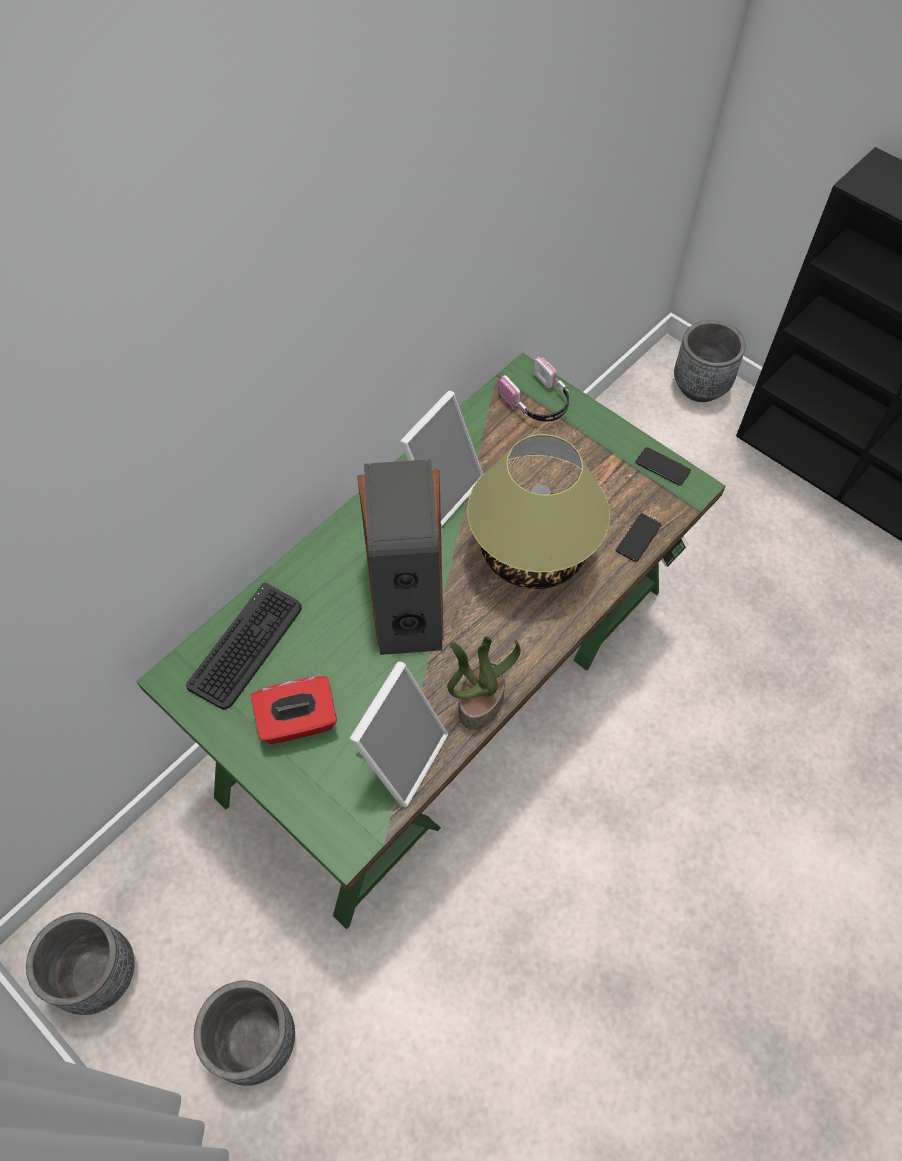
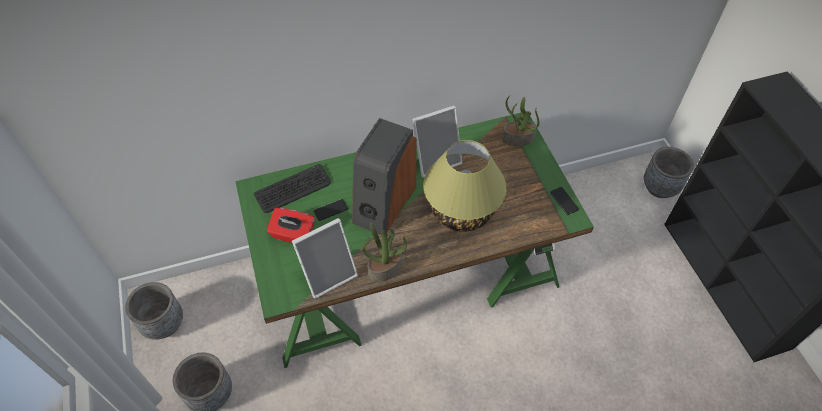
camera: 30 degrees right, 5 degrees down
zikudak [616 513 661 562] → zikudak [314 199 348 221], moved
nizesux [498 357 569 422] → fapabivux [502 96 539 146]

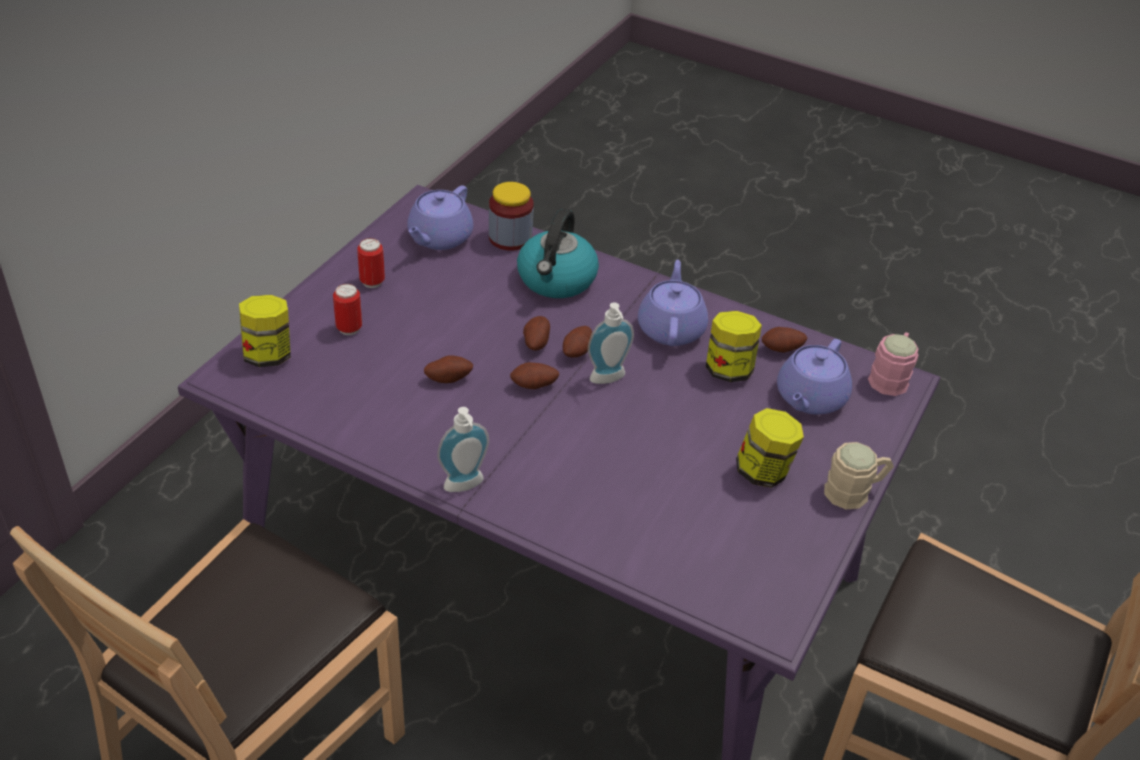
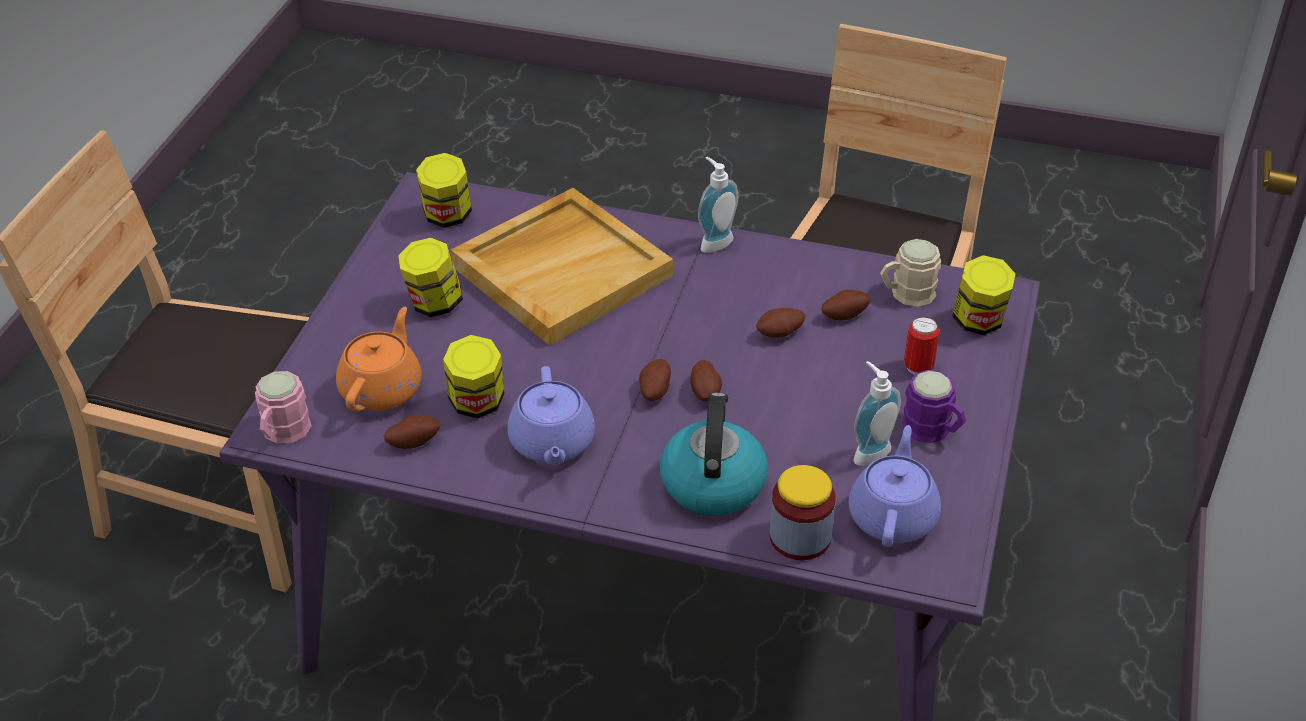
camera: 170 degrees right, 0 degrees up
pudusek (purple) [777 339 852 414] → pudusek (orange) [336 307 422 412]
- → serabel [416 153 472 228]
- → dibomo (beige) [450 188 673 346]
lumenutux [510 362 559 389] → lumenutux [821 290 871 321], moved
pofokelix [588 302 634 384] → pofokelix [853 361 901 466], moved
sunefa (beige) [824 442 894 509] → sunefa (beige) [880 239 941 307], moved
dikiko [357 238 385 288] → sunefa (purple) [902 370 966 443]

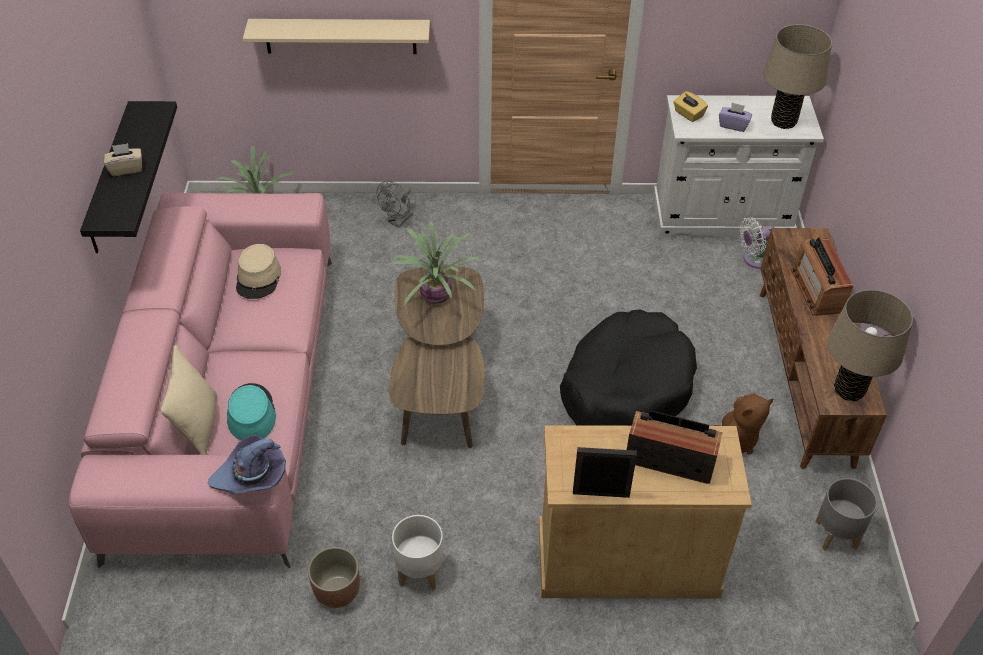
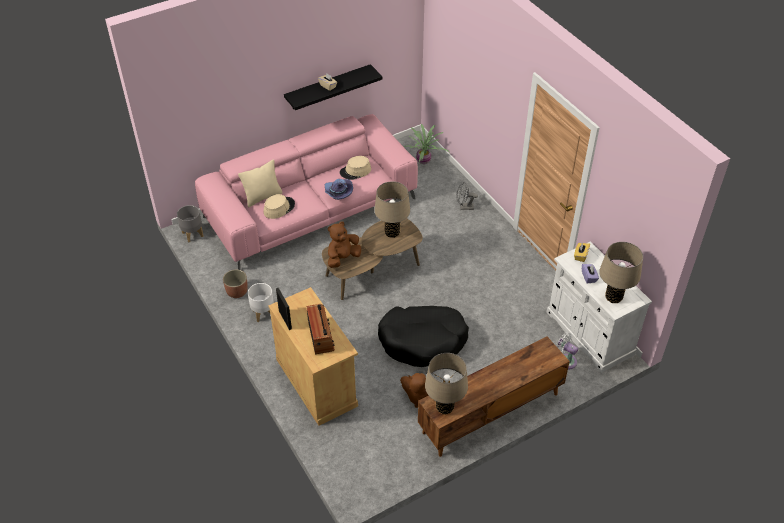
camera: 60 degrees right, 0 degrees up
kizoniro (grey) [815 478 877 550] → kizoniro (grey) [177 205 203 242], moved
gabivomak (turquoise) [227 383 276 441] → gabivomak (beige) [264 194 295 219]
gabivomak (purple) [208 435 286 494] → gabivomak (purple) [325 179 353 200], moved
- → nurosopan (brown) [328 221 361 268]
fapabivux [392 221 482 305] → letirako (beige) [374 181 410 238]
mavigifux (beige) [243 19 430 54] → -
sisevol [791 238 853 316] → -

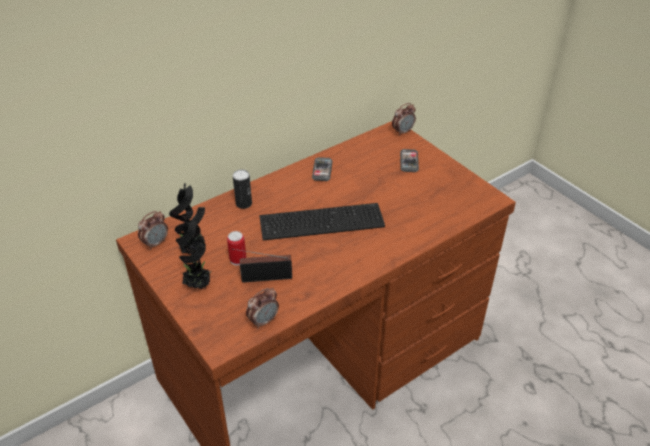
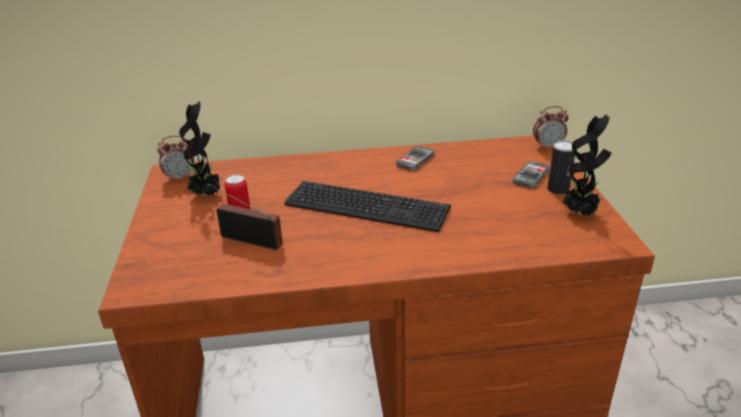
camera: 30 degrees right, 10 degrees down
dikiko [233 169 252 209] → dikiko [547 141 575 195], moved
fapabivux [176 217 212 289] → fapabivux [562 115 612 216], moved
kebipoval [246 288 279 329] → -

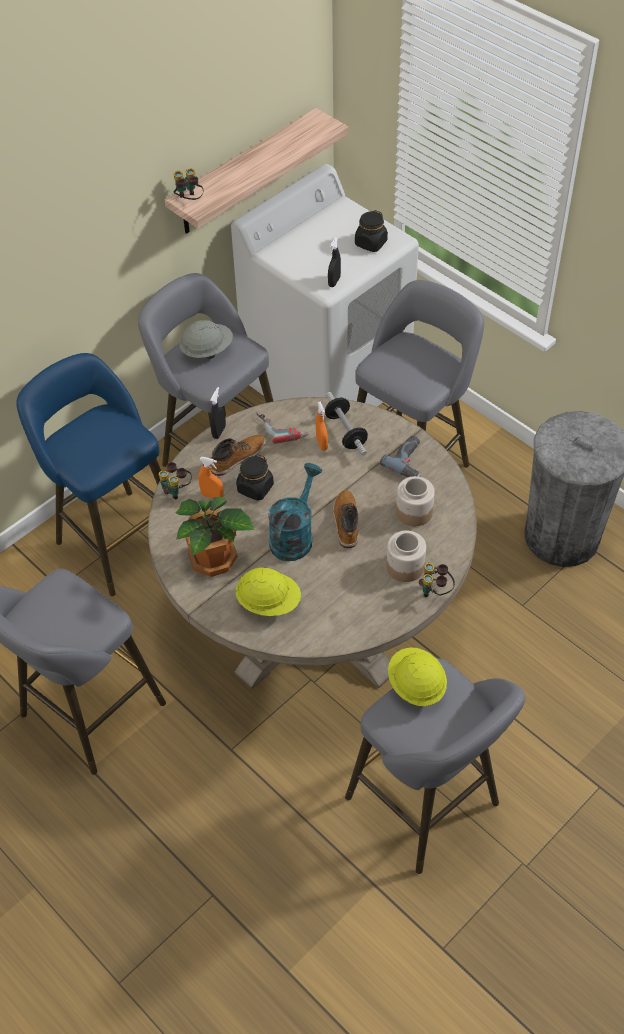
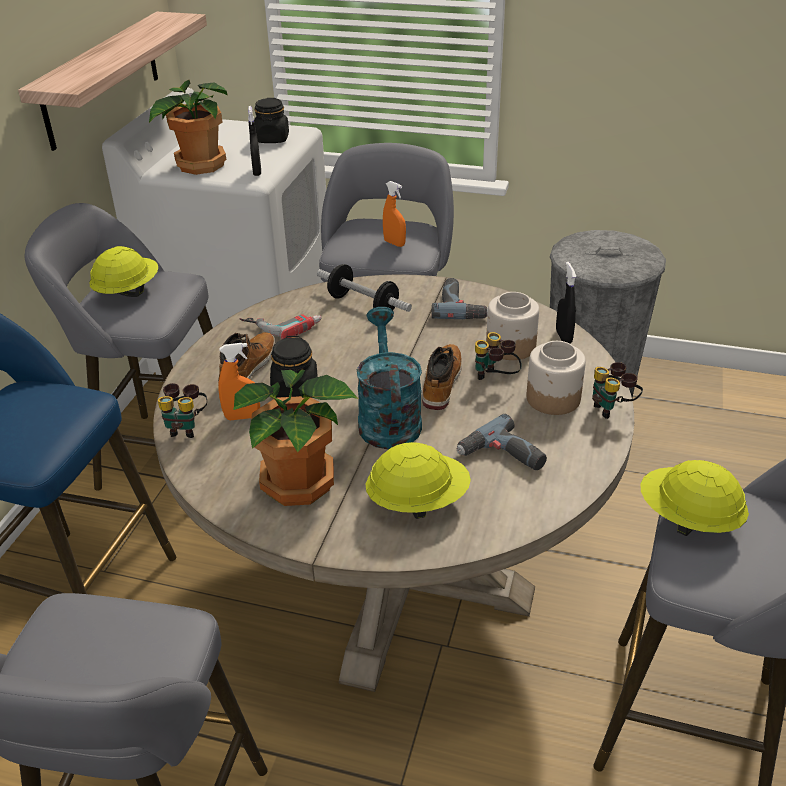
camera: 30 degrees left, 15 degrees down
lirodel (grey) [179 320 233 359] → lirodel (yellow) [89 246 158 297]
- → fapabivux [149 80 228 175]
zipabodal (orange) [316 401 328 451] → zipabodal (orange) [383 181 406 247], moved
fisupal [333 490 358 548] → fisupal [422 344 462 410], 45 degrees clockwise
- → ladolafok [457 414 547 470]
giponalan [173 168 204 200] → giponalan [475 332 522 380], moved
zipabodal (black) [210 387 226 439] → zipabodal (black) [556 262 576 343], moved

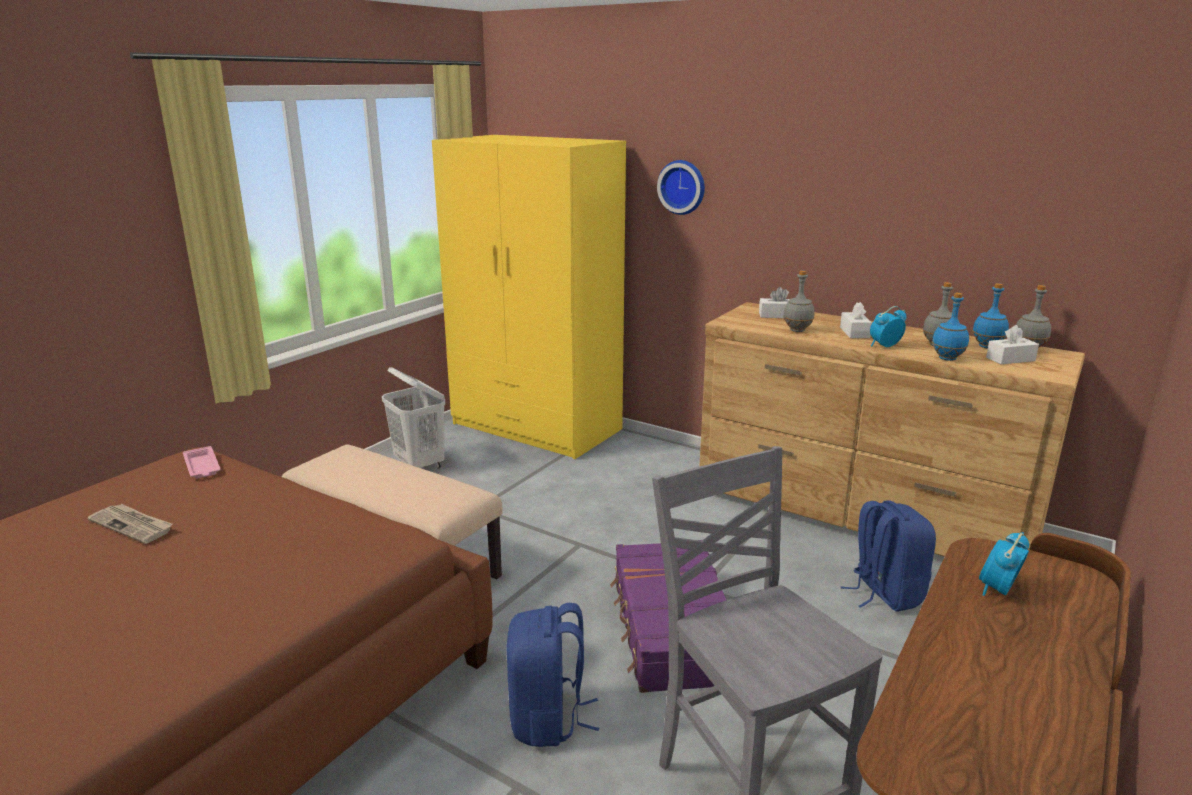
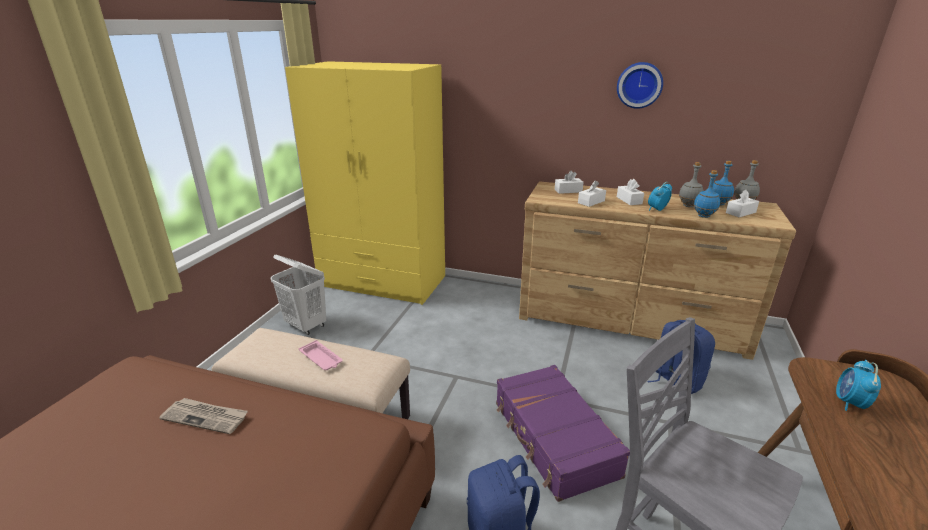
camera: 15 degrees left, 5 degrees up
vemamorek [88 504 172 544] → vemamorek [159 398 248 434], moved
dibomo (pink) [183 446 221 479] → dibomo (pink) [299 340 343 370], moved
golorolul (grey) [783 271 815 332] → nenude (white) [578 180 606 207]
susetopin [657 160 705 215] → susetopin [617 62 663 109], moved

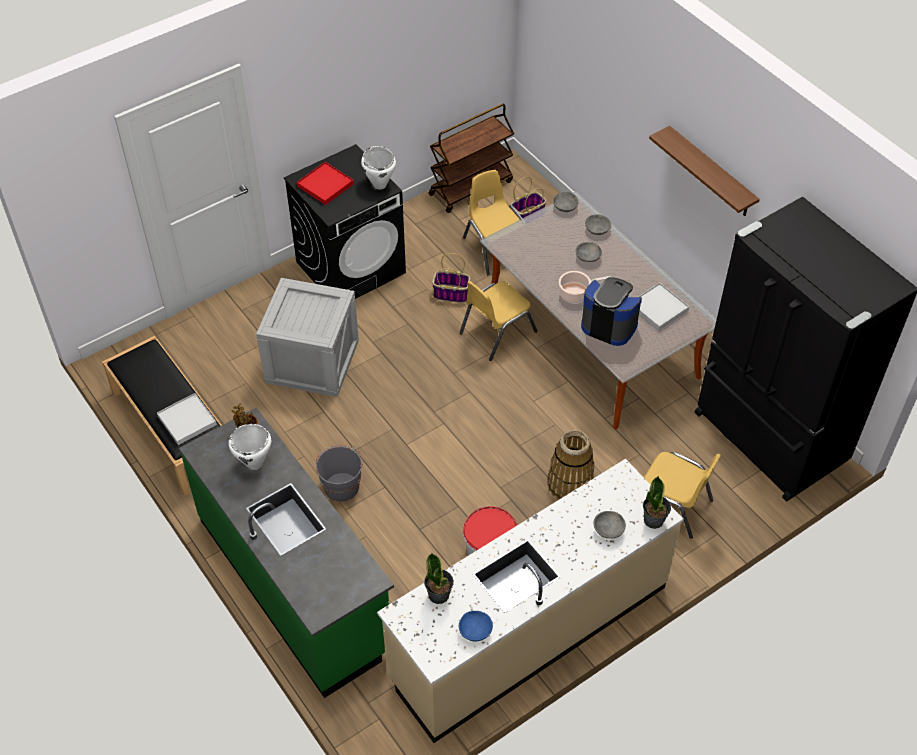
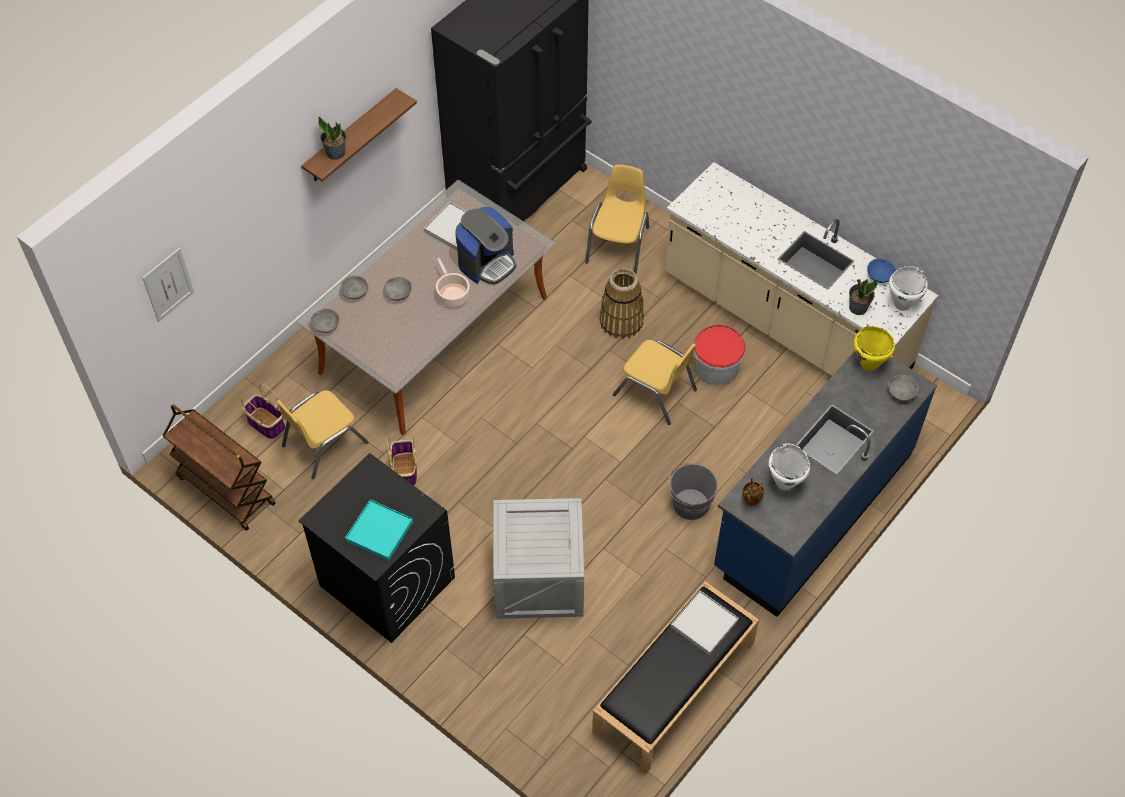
camera: 105 degrees left, 5 degrees up
- → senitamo [142 248 194 322]
fapabivux [643 476 671 529] → fapabivux [318 116 346 160], moved
dibomo (red) [297 162 354 205] → dibomo (turquoise) [345 499 413 561]
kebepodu [581 277 642 346] → kebepodu [455 207 516 285], 150 degrees counterclockwise
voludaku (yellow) [459 281 538 361] → voludaku (yellow) [613 340 697 425], moved
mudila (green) [179 408 394 698] → mudila (blue) [714 351 937 617]
- → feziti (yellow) [854 326 895 371]
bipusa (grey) [594 511 626 539] → bipusa (grey) [888 375 919 401], moved
feziti (white) [361 146 396 189] → feziti (white) [889 266 928 311], moved

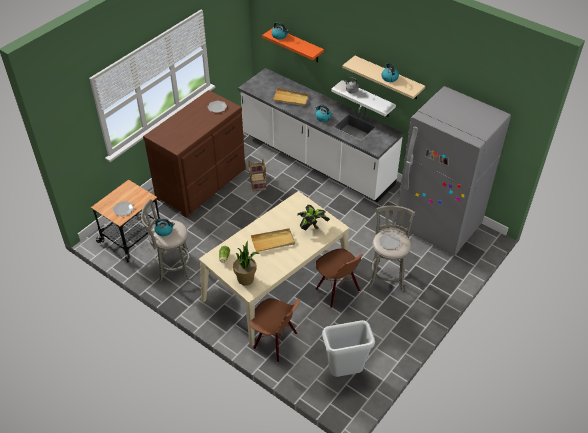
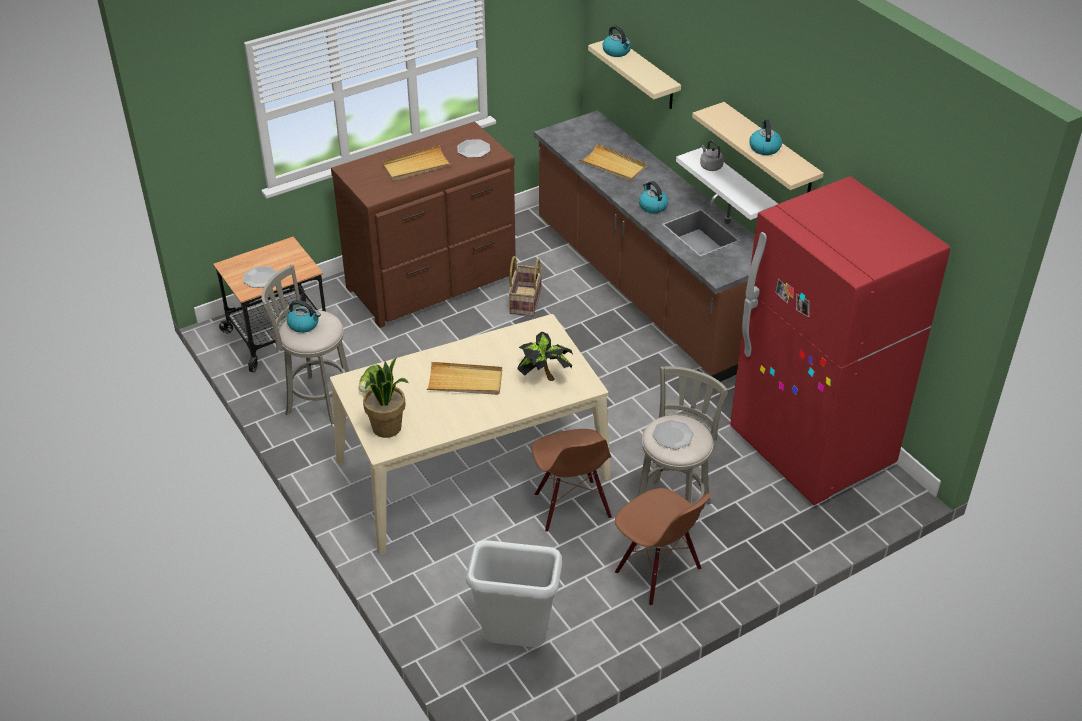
camera: 20 degrees right, 5 degrees down
- → dibomo (beige) [382 145 452 181]
mudila (white) [238 68 404 203] → mudila (brown) [534 110 755 382]
mavigifux (orange) [262 27 324 62] → mavigifux (beige) [588 40 681 109]
voludaku (brown) [249 298 300 362] → voludaku (brown) [615 488 711 606], moved
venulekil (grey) [395 86 511 256] → venulekil (red) [730 176 950 505]

